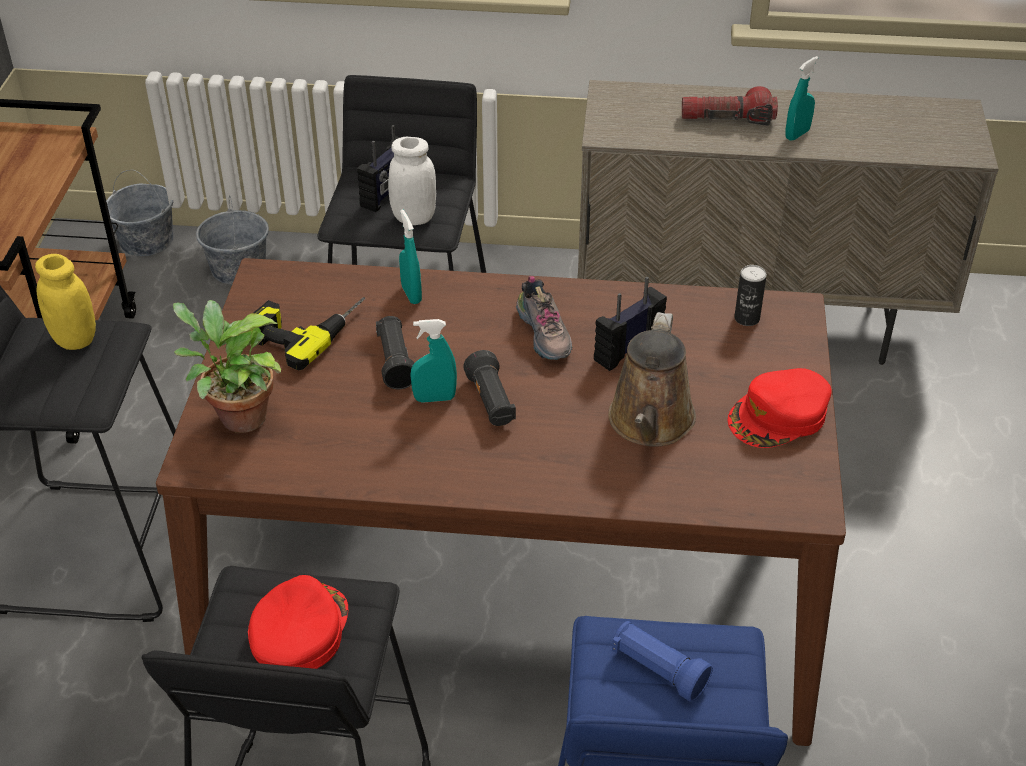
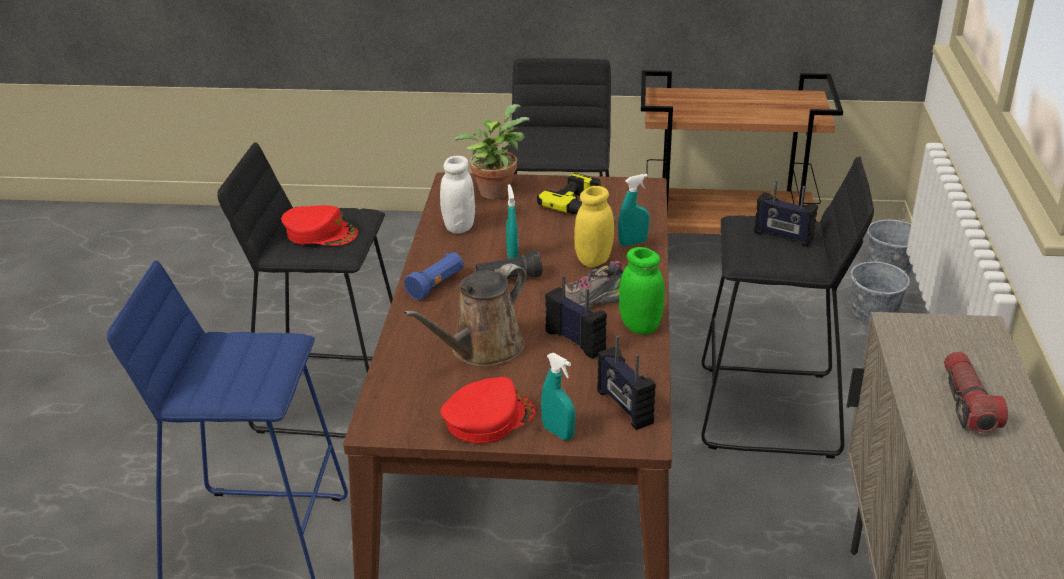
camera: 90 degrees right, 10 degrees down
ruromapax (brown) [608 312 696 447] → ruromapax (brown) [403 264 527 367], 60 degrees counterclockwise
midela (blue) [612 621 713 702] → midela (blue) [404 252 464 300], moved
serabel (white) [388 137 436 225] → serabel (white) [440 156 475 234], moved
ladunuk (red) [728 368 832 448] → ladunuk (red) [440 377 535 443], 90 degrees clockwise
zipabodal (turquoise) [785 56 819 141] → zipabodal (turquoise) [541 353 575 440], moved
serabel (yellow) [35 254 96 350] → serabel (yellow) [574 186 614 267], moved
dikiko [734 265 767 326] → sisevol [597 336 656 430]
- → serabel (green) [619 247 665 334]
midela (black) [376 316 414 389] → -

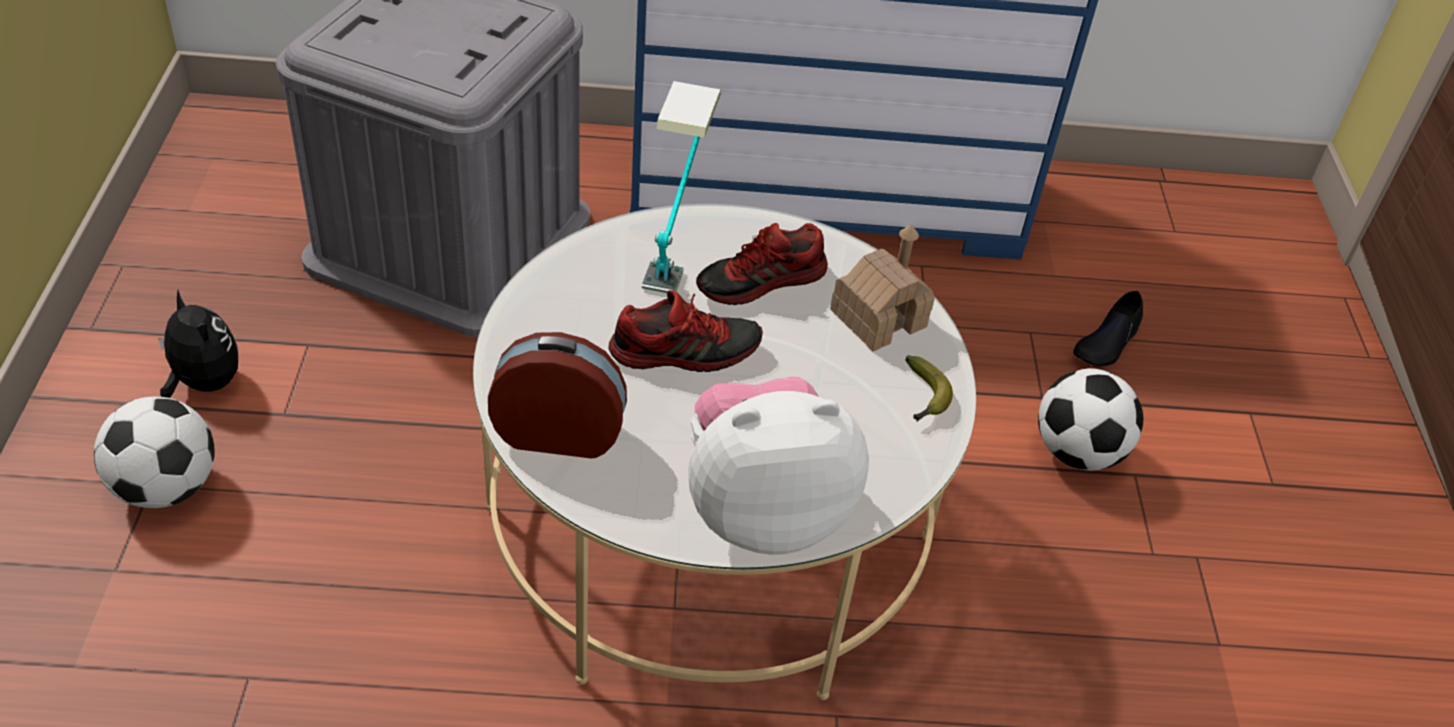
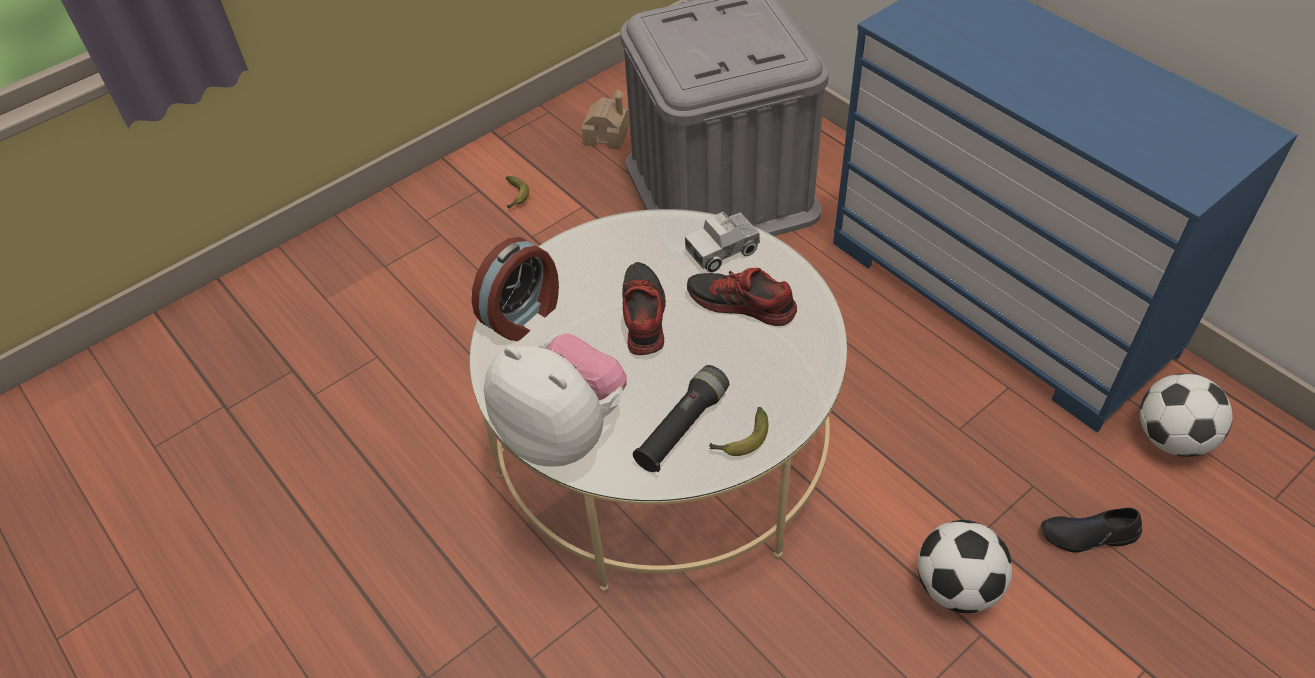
camera: 55 degrees right, 5 degrees up
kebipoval [488 332 627 458] → kebipoval [472 237 559 341], 75 degrees clockwise
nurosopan [158 290 238 398] → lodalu [506 176 529 209]
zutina [830 224 935 351] → zutina [582 90 629 150], moved
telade [609 290 763 372] → telade [622 262 666 355], 135 degrees counterclockwise
- → midela (black) [633 365 729 472]
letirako [642 81 721 293] → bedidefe [685 212 760 273]
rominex [94 397 215 508] → rominex [1140 373 1233 457], moved

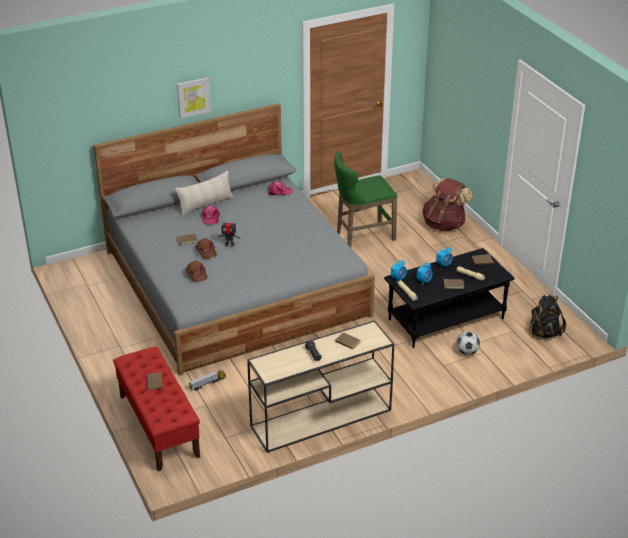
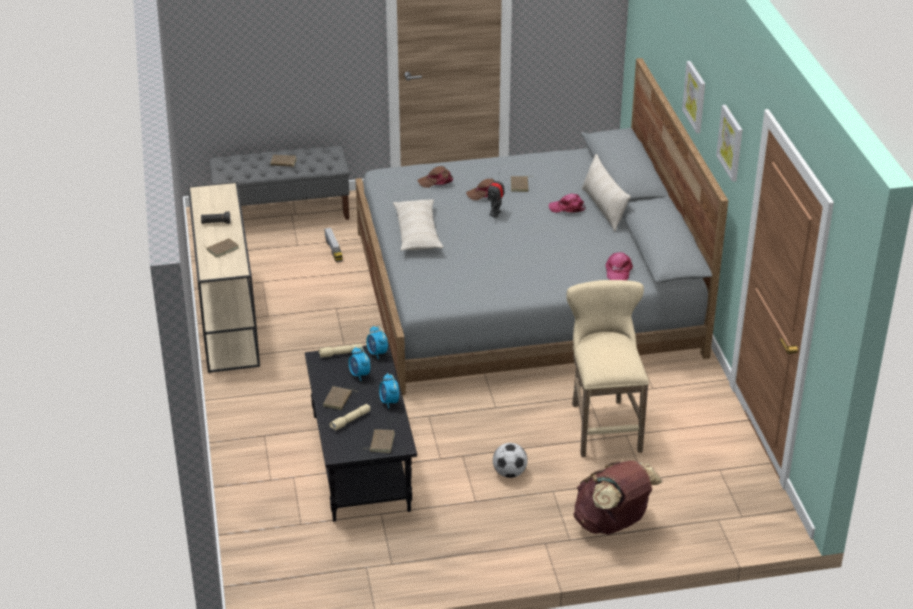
camera: 105 degrees right, 0 degrees up
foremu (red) [113 347 200 471] → foremu (grey) [209 146 350 220]
- → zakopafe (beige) [393 199 443 251]
rominex [456 331 480 355] → rominex [493 443 528 478], moved
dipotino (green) [334 151 397 247] → dipotino (beige) [567 280 649 457]
- → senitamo [716 105 742 182]
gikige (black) [530 294 566 338] → -

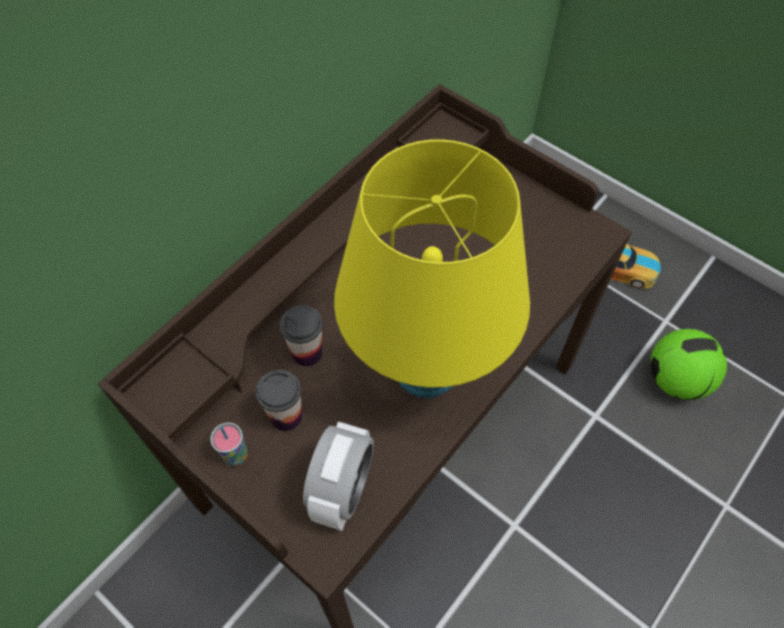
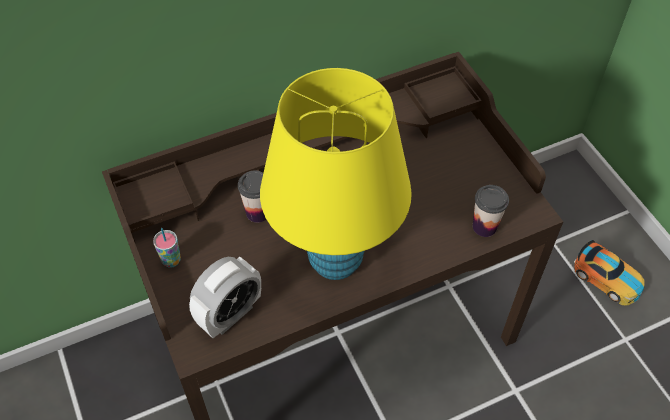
camera: 25 degrees right, 5 degrees down
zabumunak [256 370 302 431] → zabumunak [473 185 509 237], moved
rominex [650 329 727 400] → -

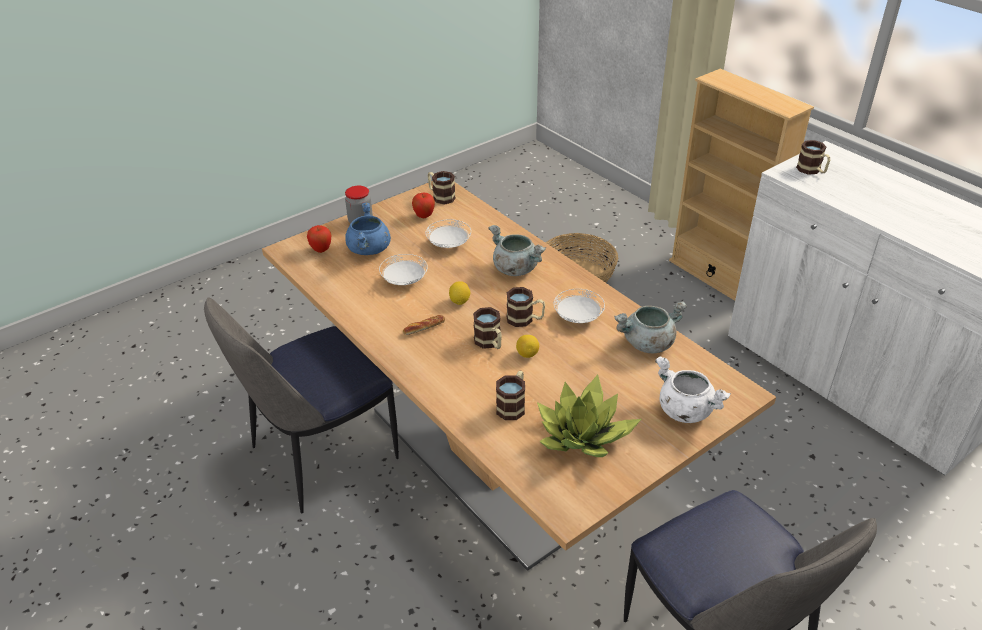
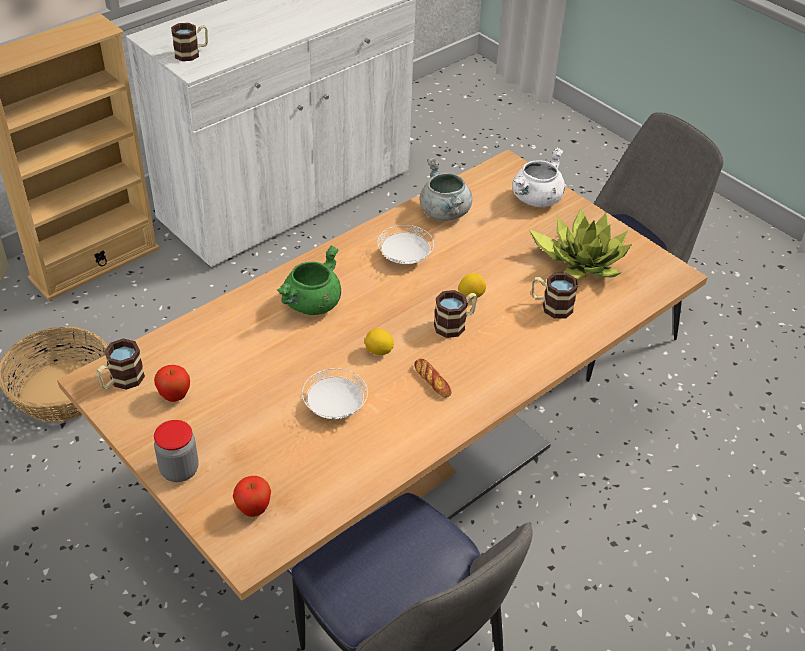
camera: 95 degrees left, 5 degrees up
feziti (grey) [488 225 546 276] → feziti (green) [277 246 341 315]
feziti (blue) [345 203 391 255] → -
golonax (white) [425 219 471 248] → -
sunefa [506 287 545 327] → -

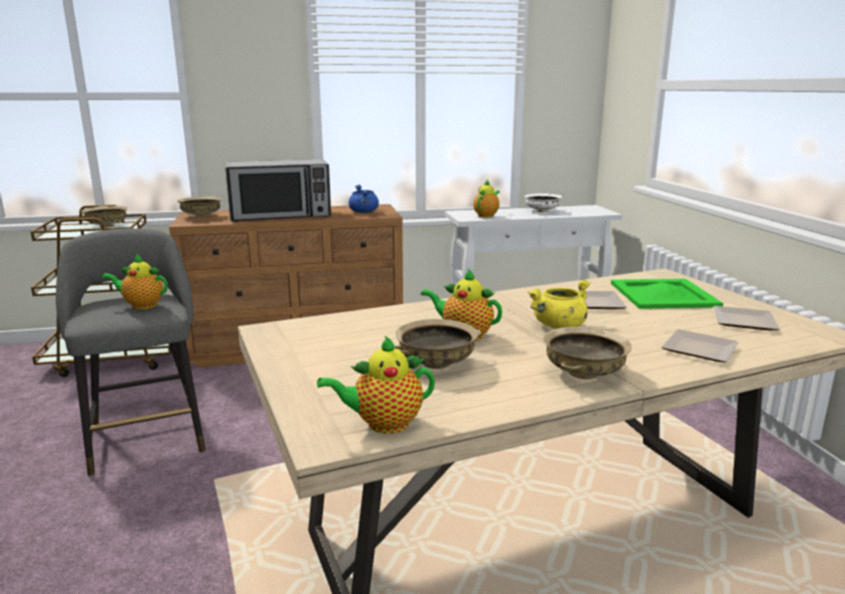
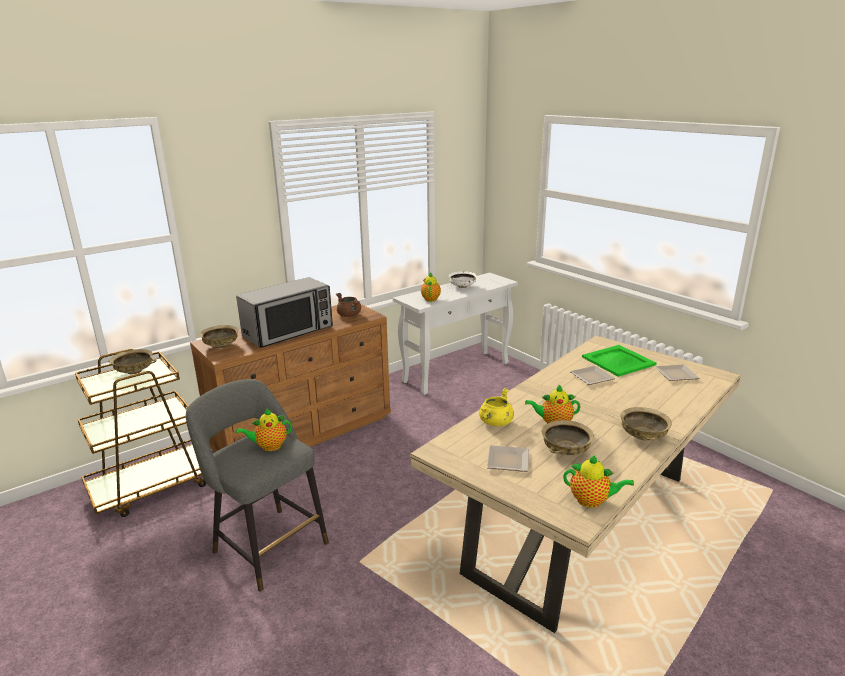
camera: 25 degrees left, 5 degrees up
feziti (blue) [349 185 379 213] → feziti (brown) [336 293 361 317]
feziti (yellow) [528 279 591 329] → feziti (yellow) [479 388 514 426], moved
golonax [661 329 738 362] → golonax [487 445 529 472], moved
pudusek [317 336 435 434] → pudusek [563 455 634 508], 120 degrees counterclockwise

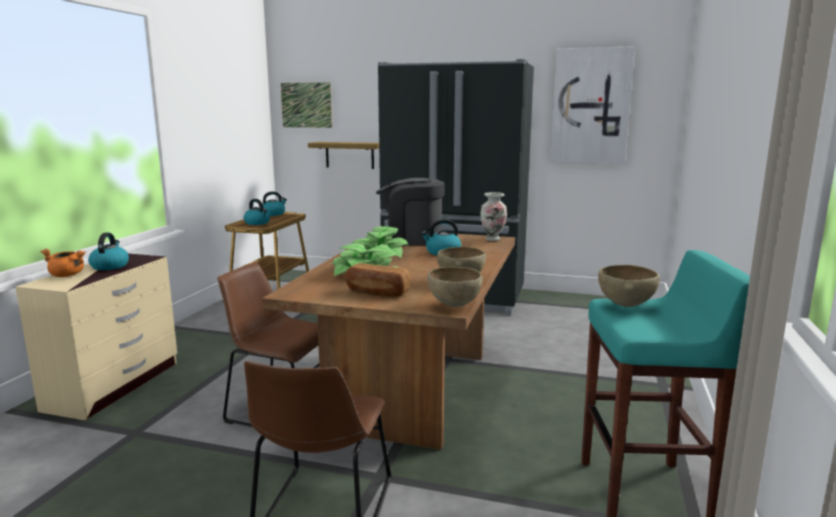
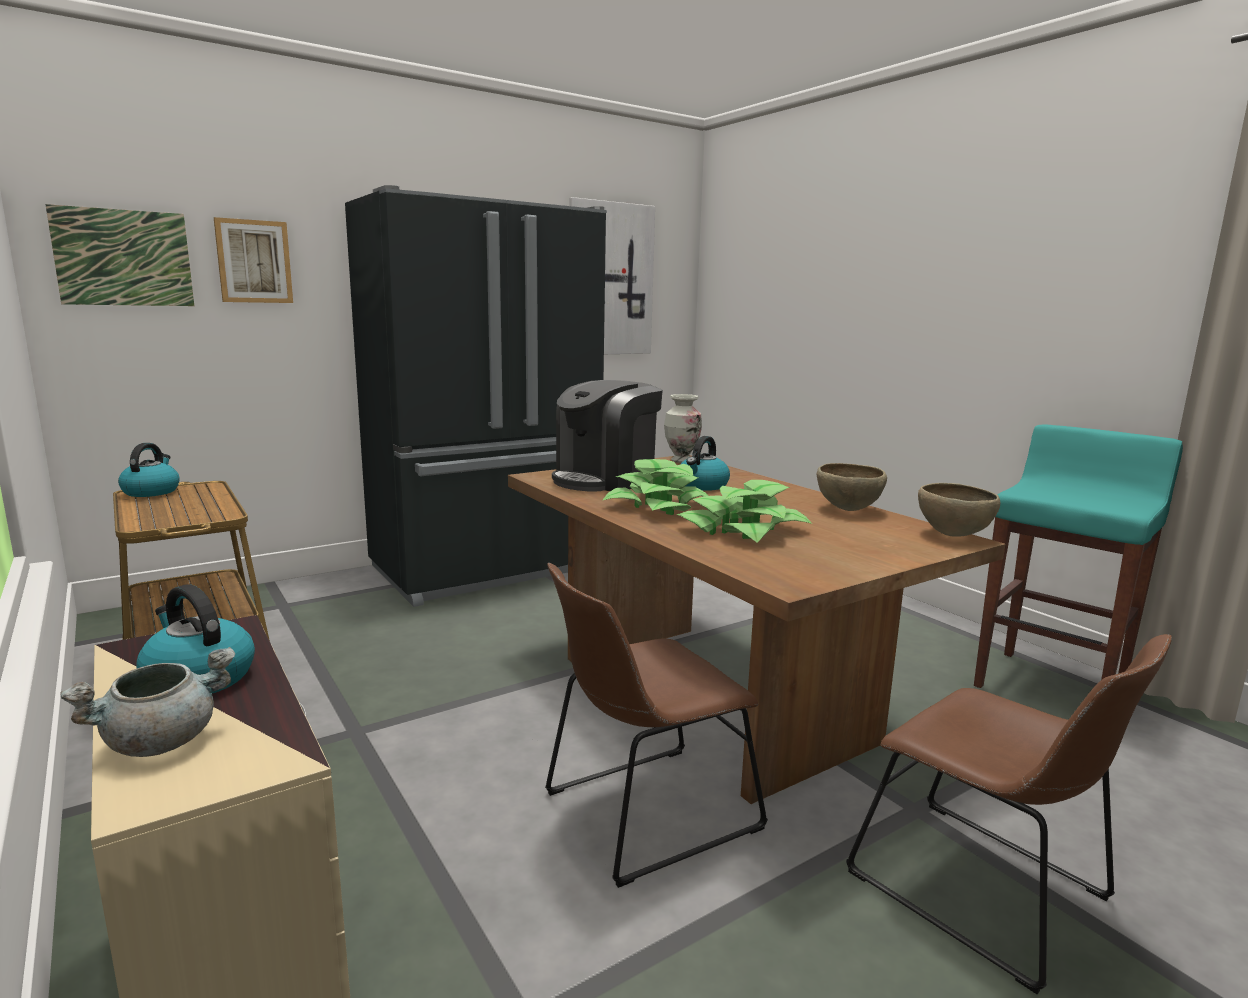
camera: 50 degrees left, 0 degrees up
feziti (orange) [40 249 86 277] → feziti (grey) [61 647 235 757]
- → senitamo [214 217 293 303]
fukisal [244 199 270 225] → -
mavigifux [308 142 379 169] → -
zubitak [346 263 410 297] → -
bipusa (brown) [598 265 660 307] → -

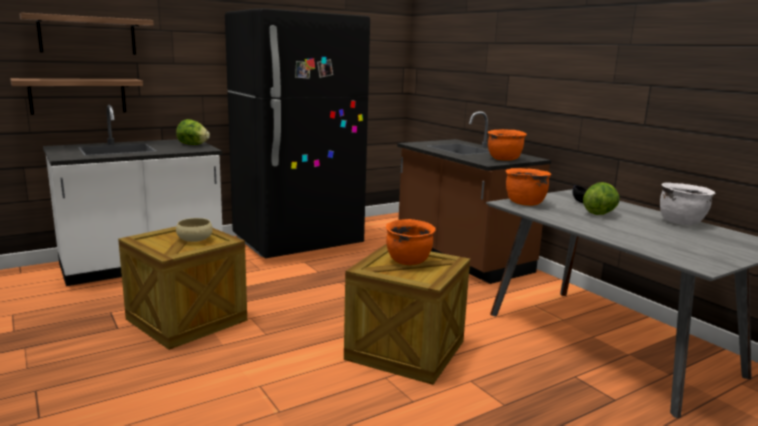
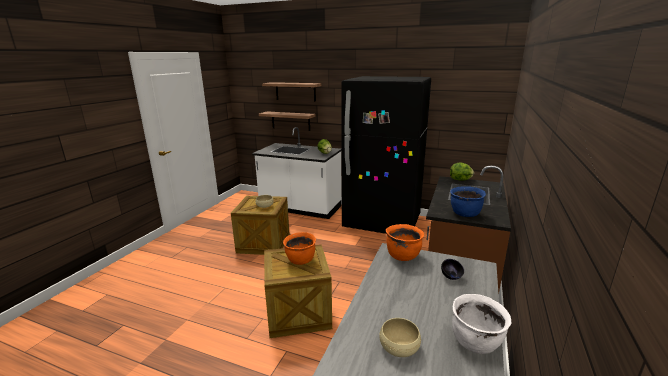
camera: 55 degrees right, 5 degrees up
- → bipusa (beige) [379 318 421 357]
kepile [583 182 620 215] → kepile [450 163 474 180], moved
feziti (orange) [488 129 527 161] → feziti (blue) [450 186 486 217]

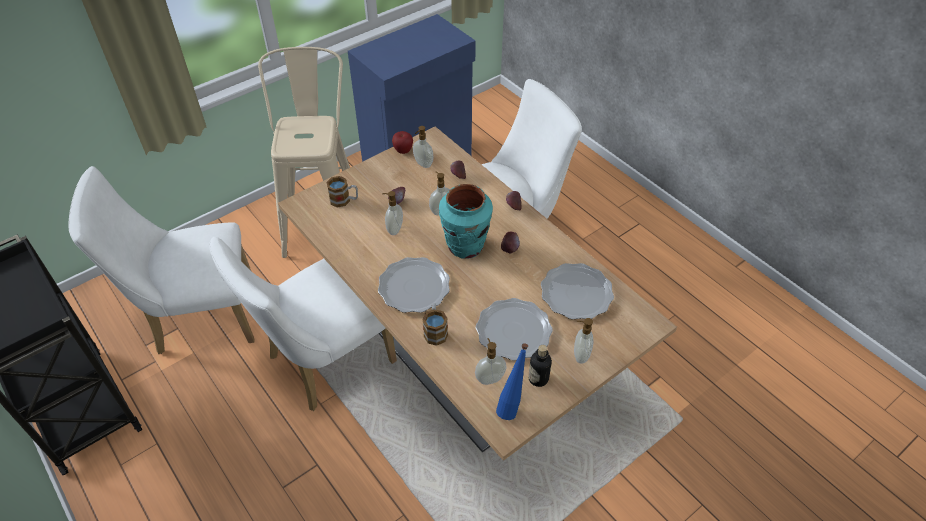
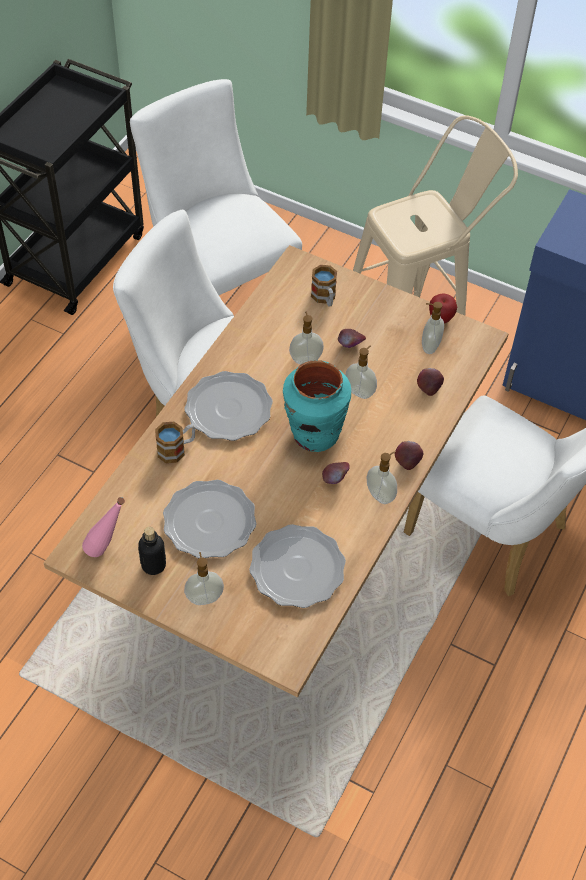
camera: 65 degrees right, 5 degrees up
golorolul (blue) [496 343 528 420] → golorolul (pink) [82 497 125 557]
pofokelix [475 338 507 385] → pofokelix [367 451 397 504], moved

